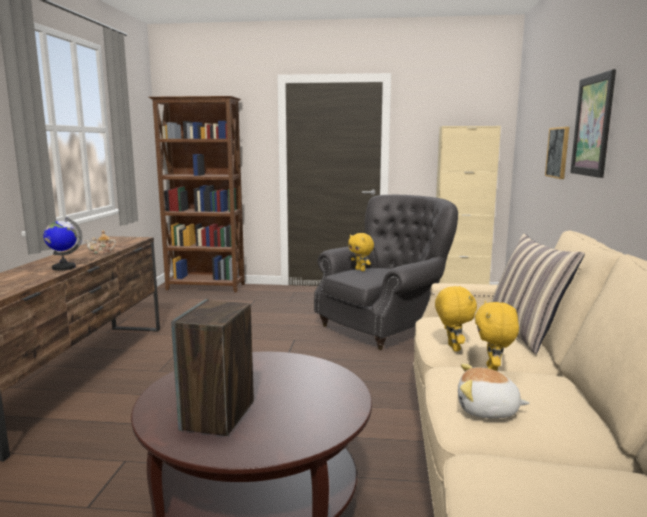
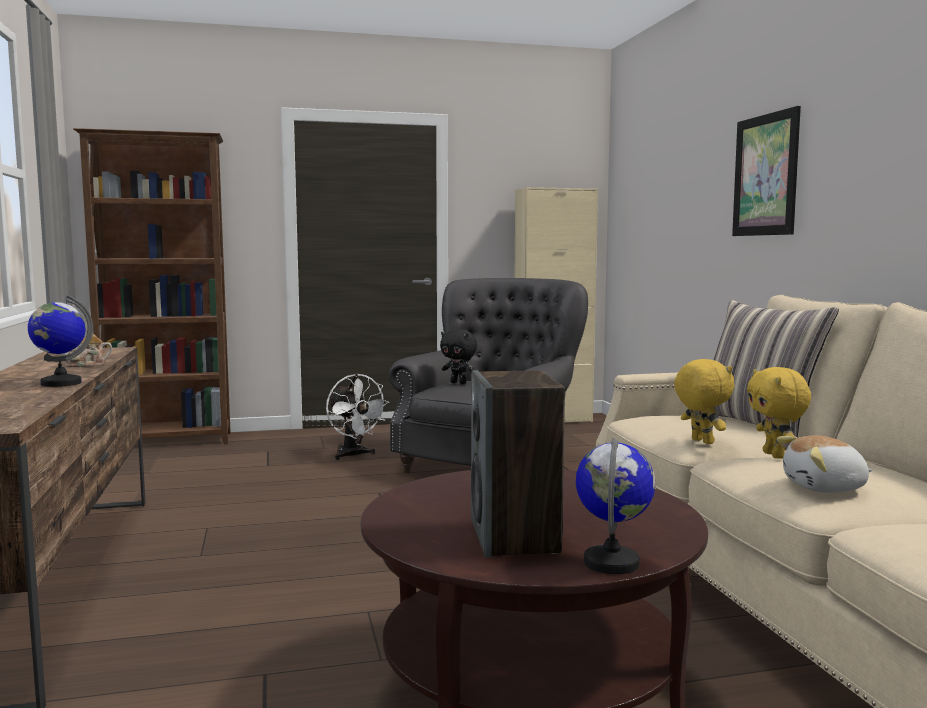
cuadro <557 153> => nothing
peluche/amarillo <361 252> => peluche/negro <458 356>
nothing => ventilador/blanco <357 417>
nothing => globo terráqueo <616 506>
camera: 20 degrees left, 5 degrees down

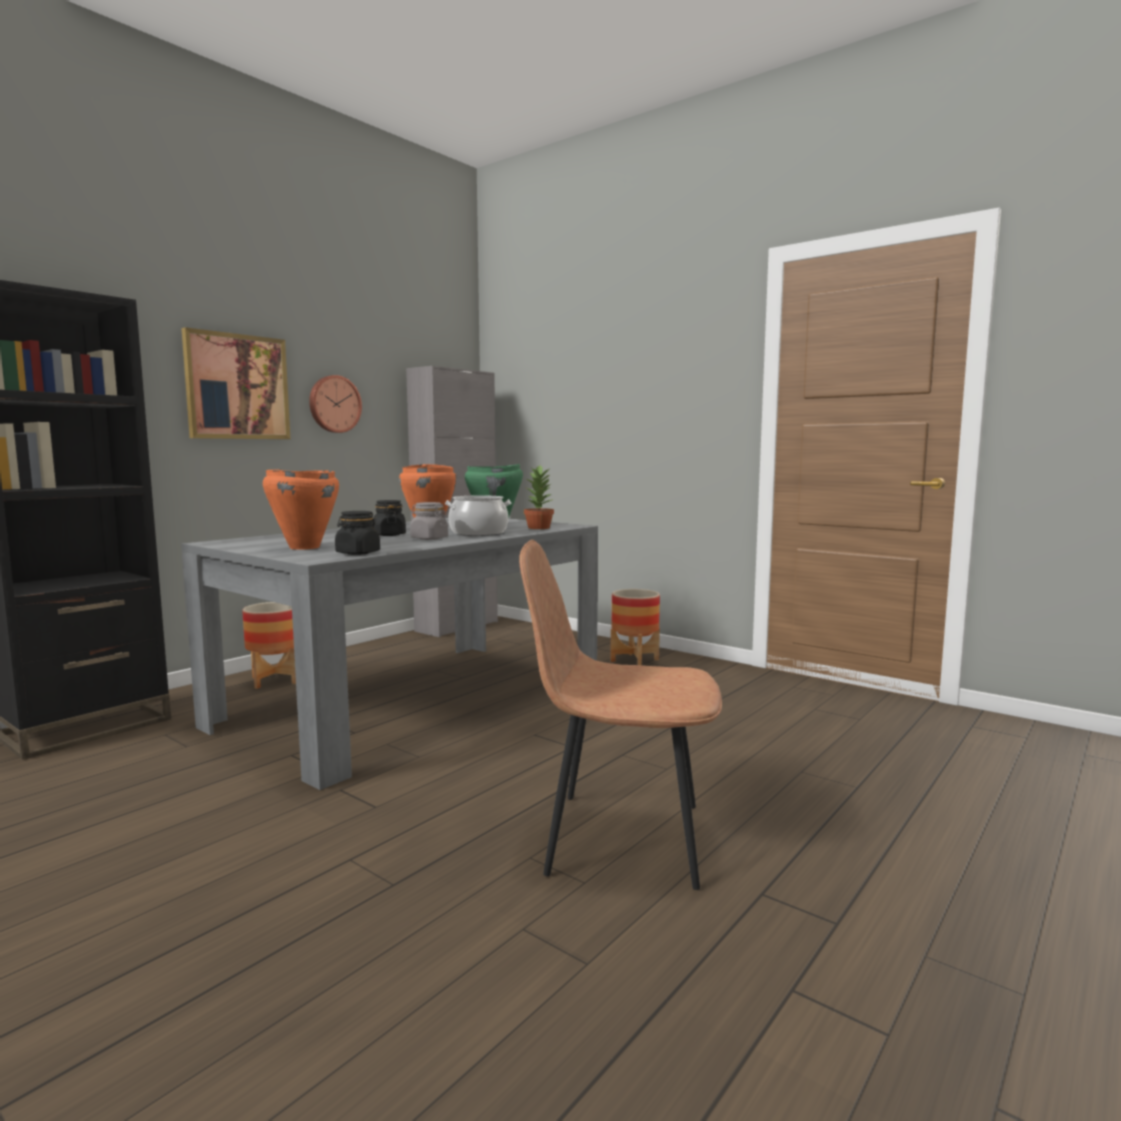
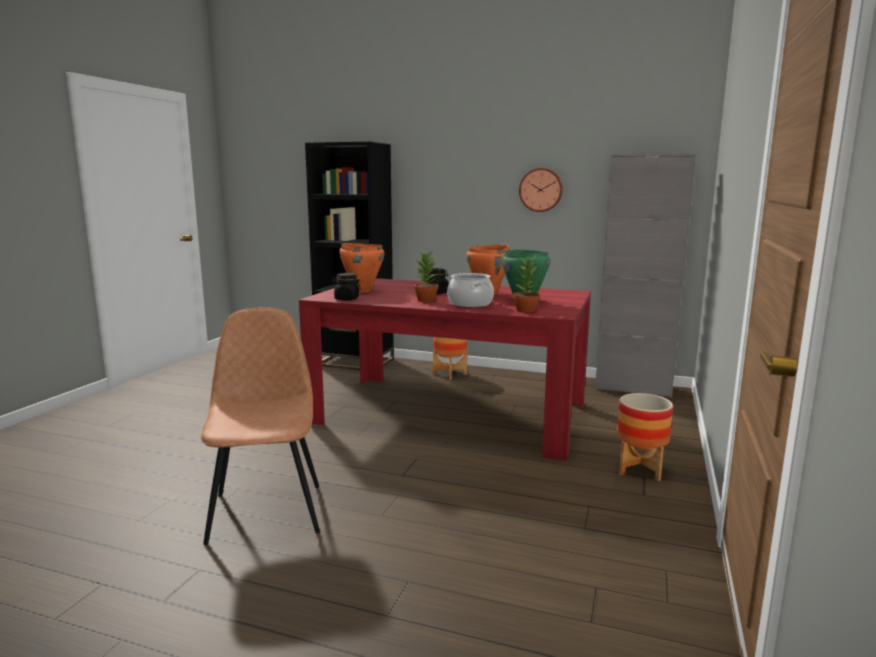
cuadro <235 383> => nothing
tarro/gris <429 521> => planta en maceta <426 276>
mesa de comedor/gris <389 654> => mesa de comedor/rojo <445 369>
camera: 70 degrees right, 5 degrees up

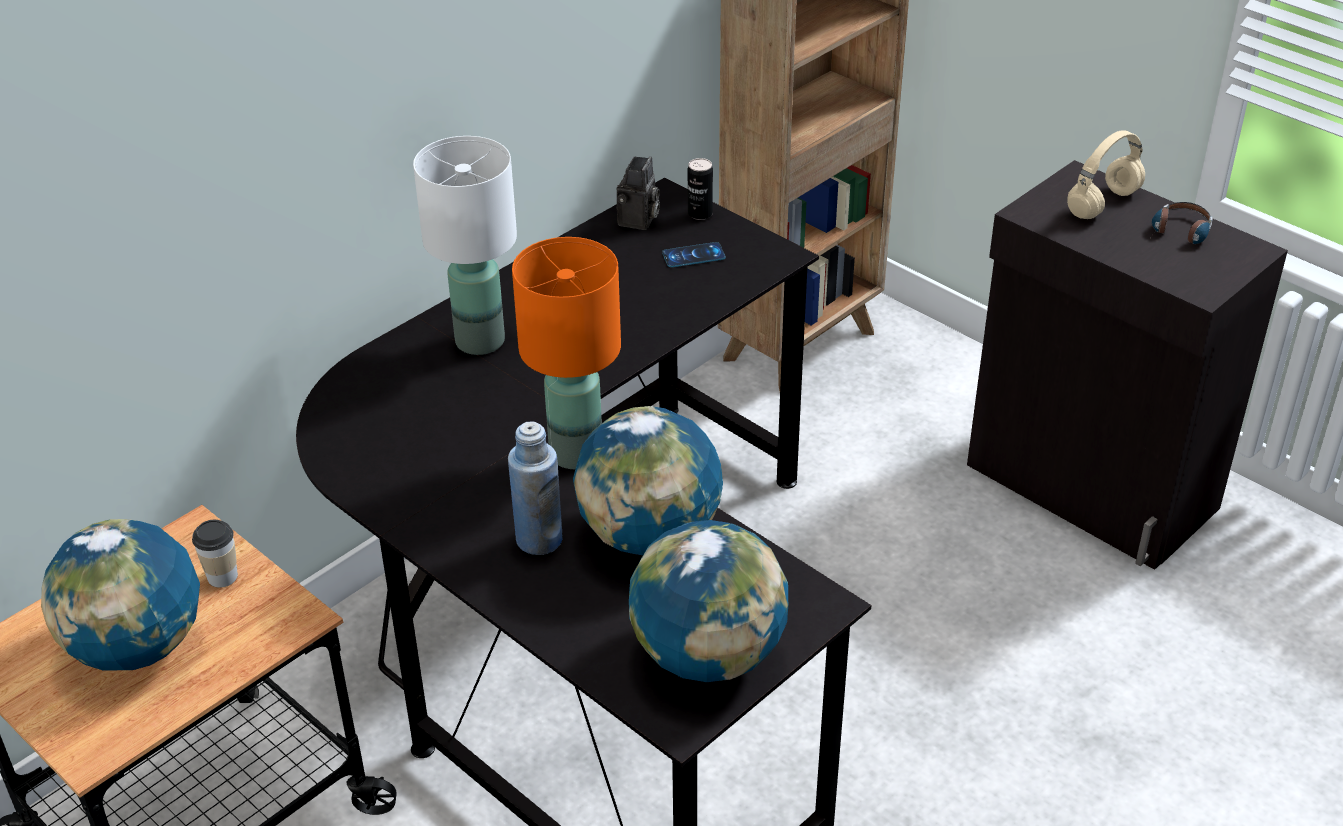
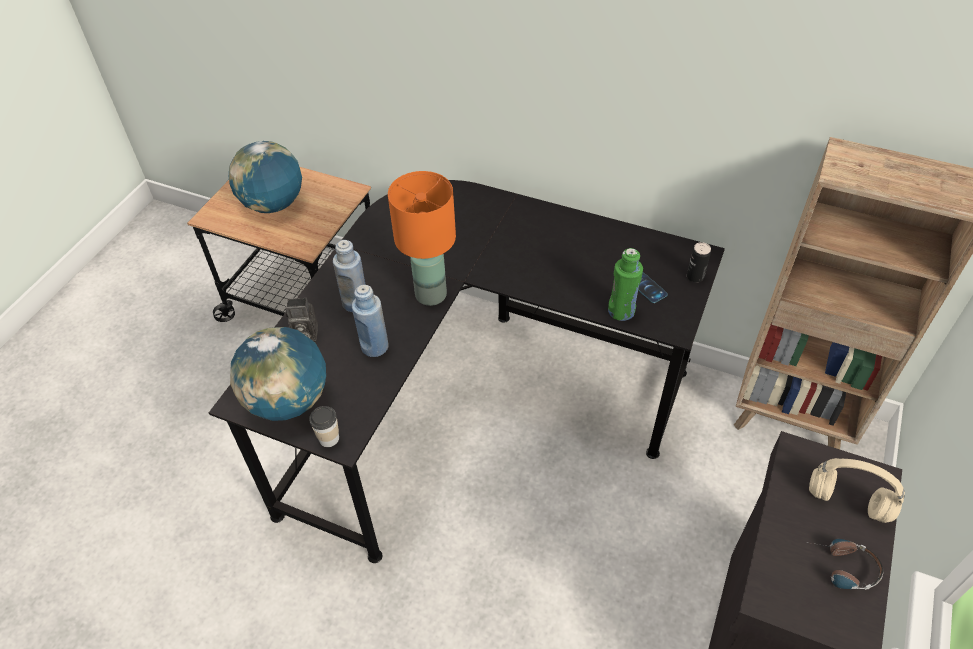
lámpara de mesa/blanco <465 245> => nothing
cámara <638 193> => cámara <301 319>, relocated
globo terráqueo <648 480> => botella/azul <370 321>
taza <215 554> => taza <324 426>, relocated
nothing => botella/verde <625 284>
camera: 70 degrees right, 10 degrees up

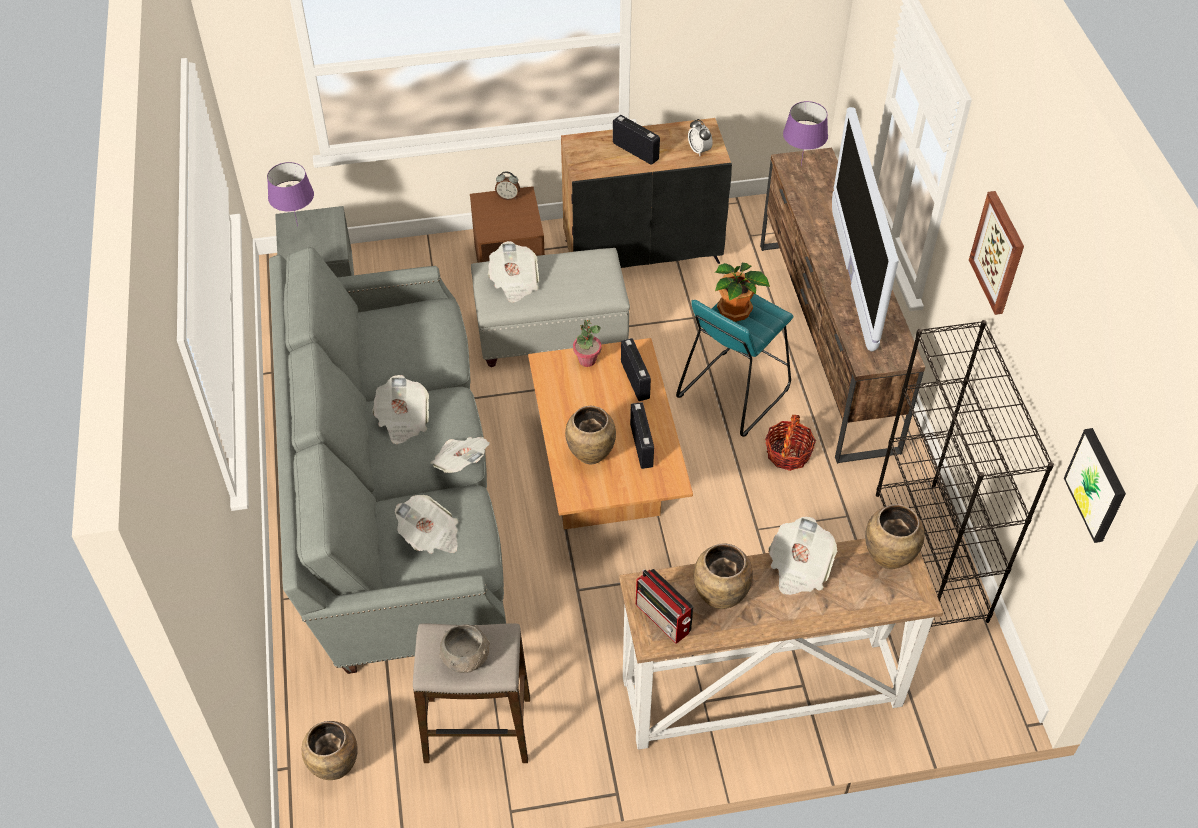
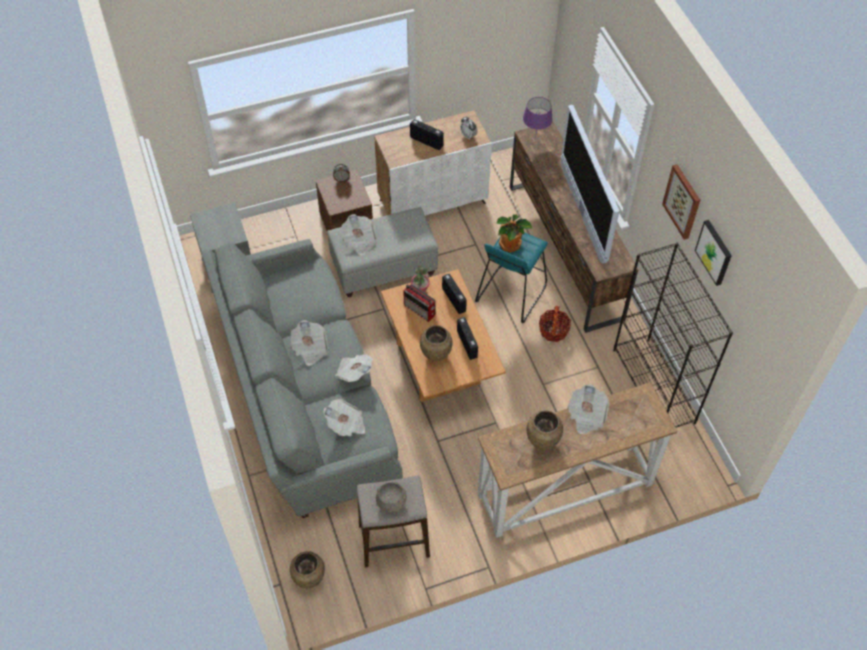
armario/negro <646 193> => armario/blanco <433 163>
lámpara de mesa/morado <290 194> => nothing
cuadro <1095 485> => cuadro <713 253>, relocated
florero/marrón <895 536> => nothing
radio <664 606> => radio <419 303>, relocated
camera: 10 degrees left, 5 degrees up

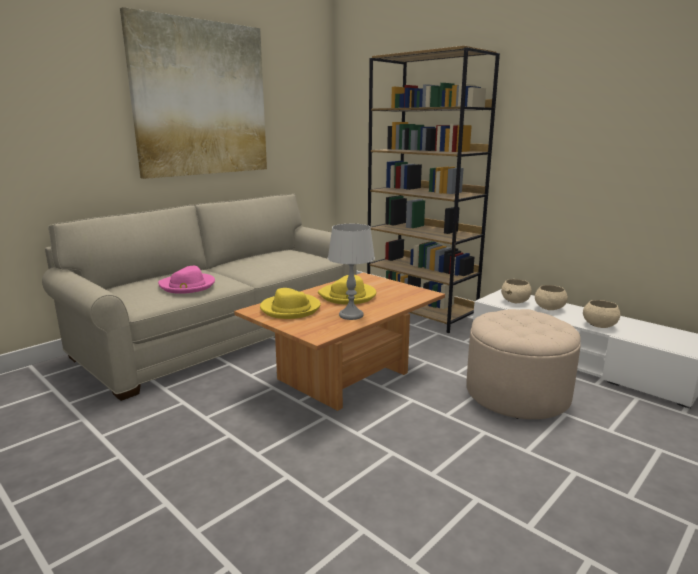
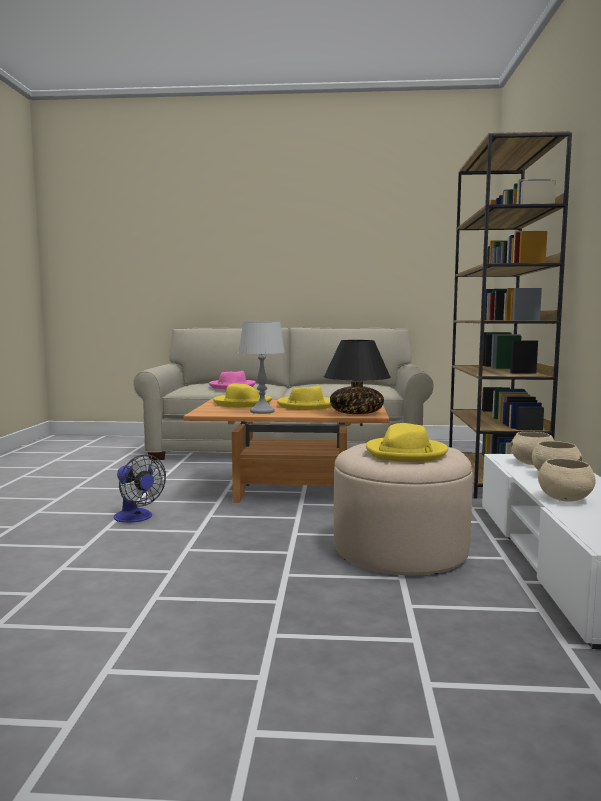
cuadro <193 93> => nothing
nothing => lámpara de mesa/negro <357 377>
nothing => sombrero/amarillo <407 442>
nothing => ventilador <140 488>
camera: 50 degrees right, 10 degrees down

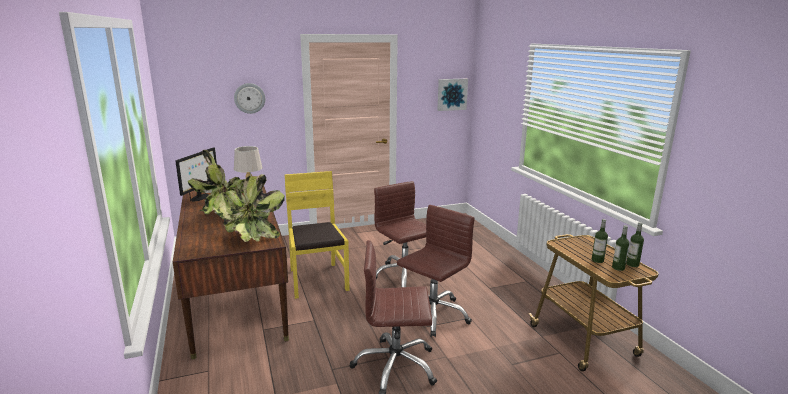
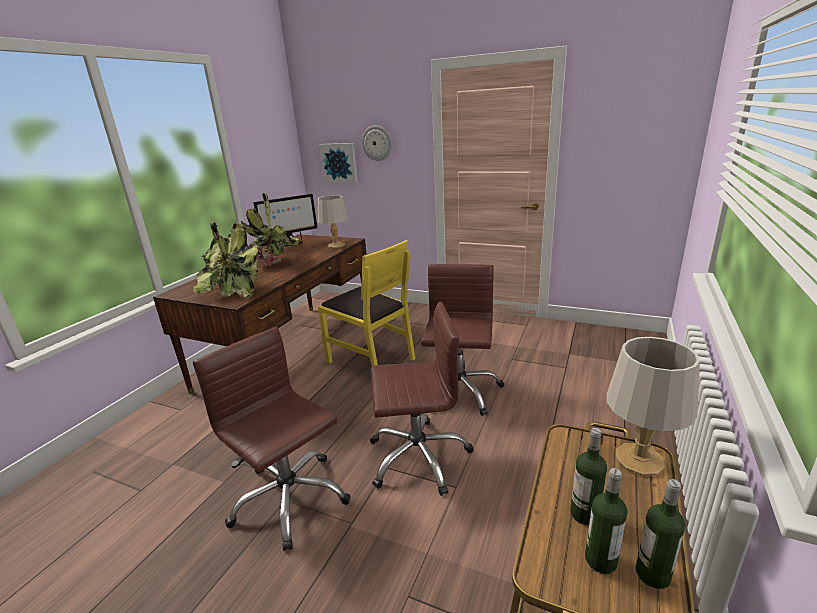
cuadro <452 95> => cuadro <338 163>, relocated
silla/amarillo <317 235> => silla/amarillo <366 303>, 105 degrees clockwise
nothing => lámpara de mesa/gris <653 406>
camera: 45 degrees right, 5 degrees up

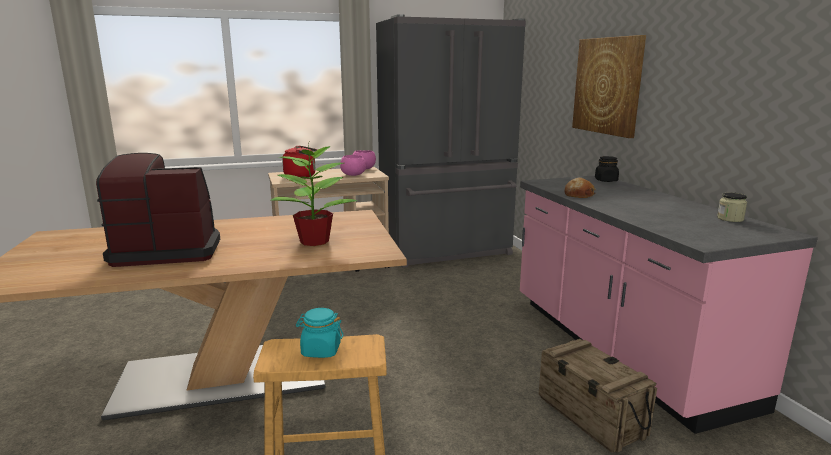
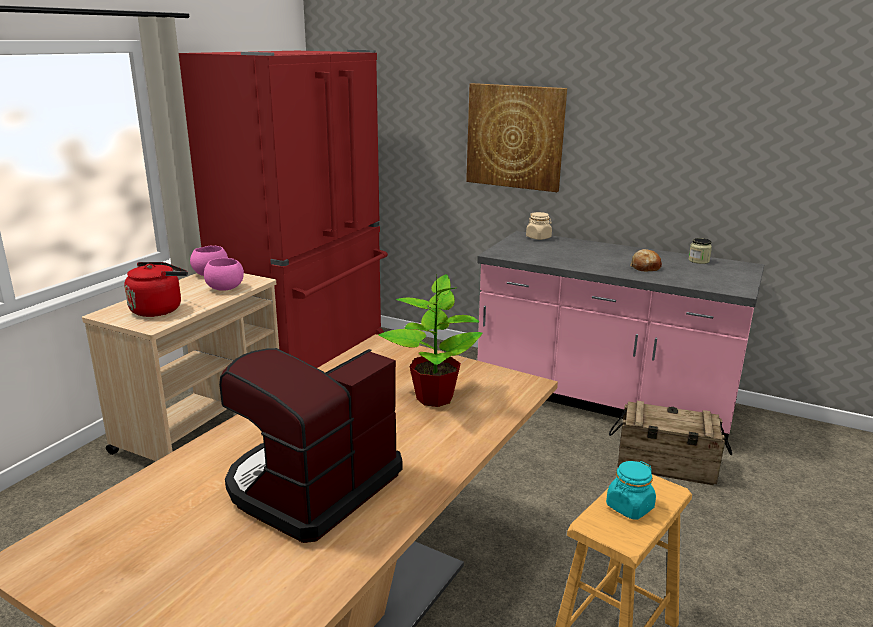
nevera/gris <451 141> => nevera/rojo <283 209>
tarro/negro <607 169> => tarro/beis <539 226>
pan <580 187> => pan <646 260>, relocated
camera: 45 degrees left, 5 degrees up

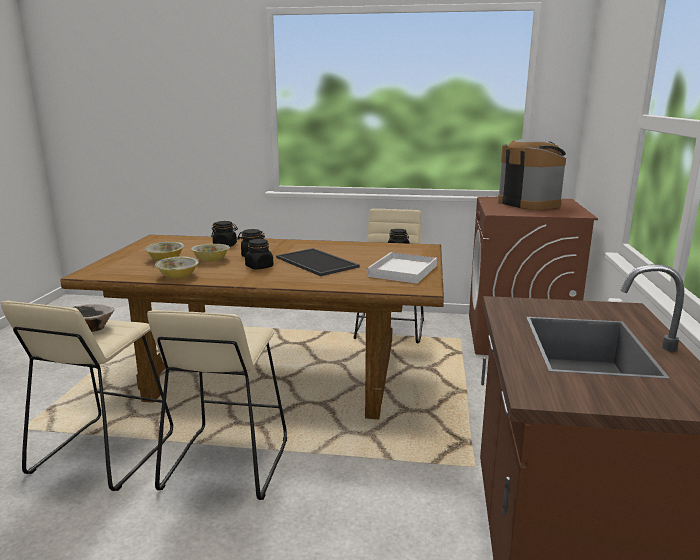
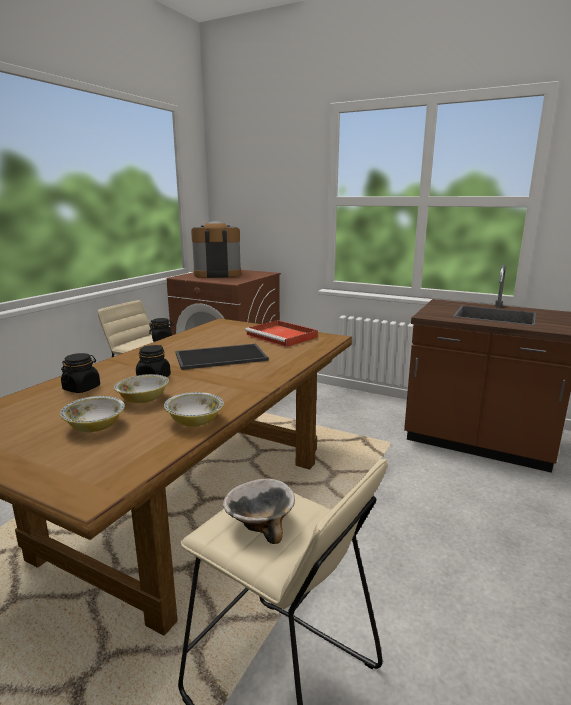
tarro/negro <259 254> => nothing
bandeja/blanco <401 268> => bandeja/rojo <281 333>
taburete/beis <217 405> => nothing
camera: 70 degrees left, 0 degrees up

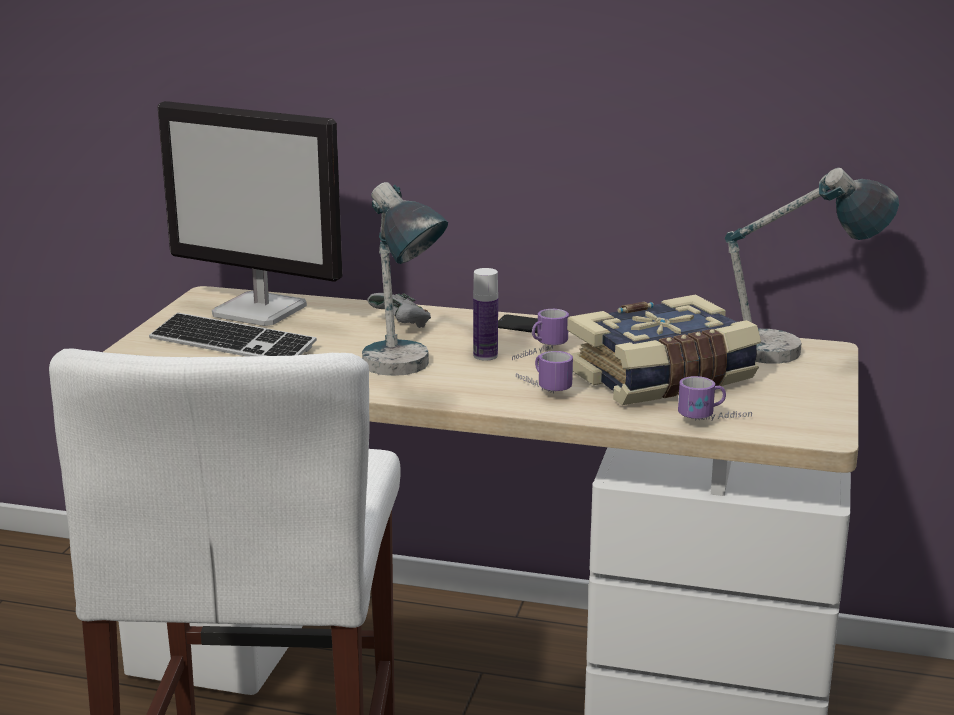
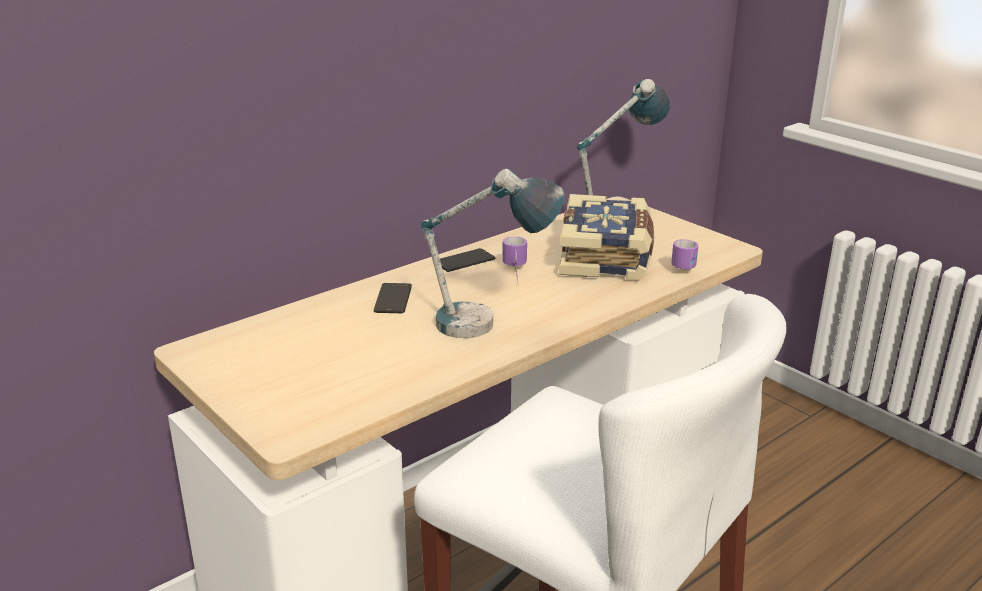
monitor <249 213> => nothing
botella <485 314> => nothing
mando de consola/gris <399 310> => móvil <392 298>
teclado <233 334> => nothing
taza grande <544 372> => nothing
camera: 55 degrees left, 5 degrees up

